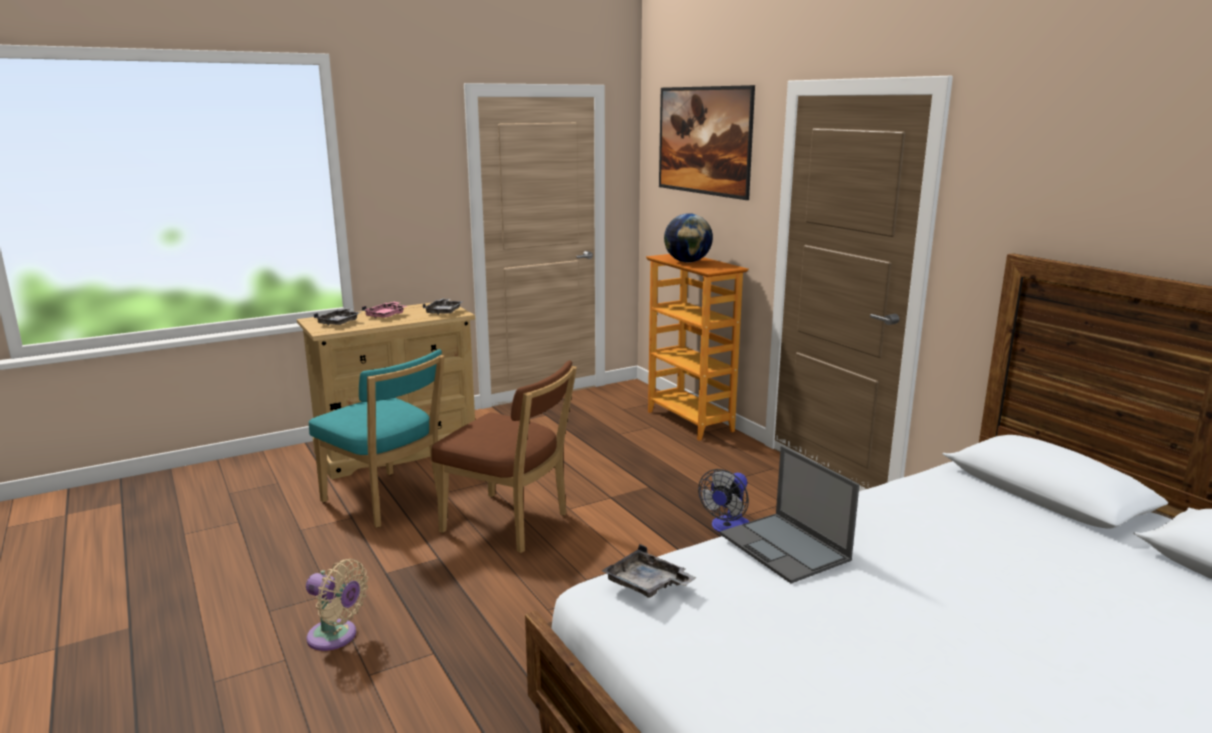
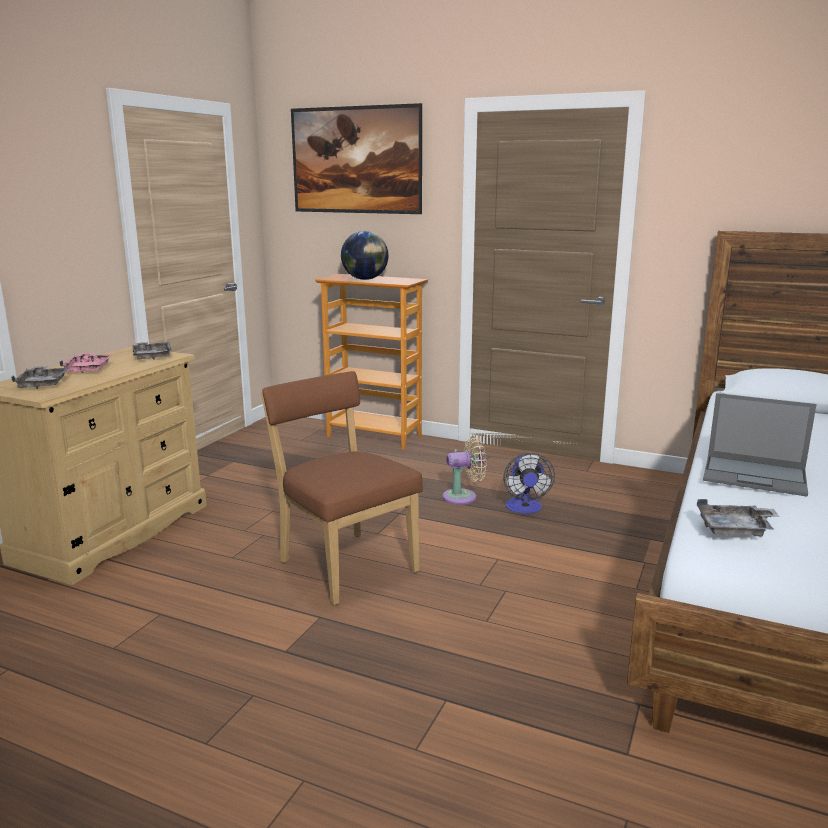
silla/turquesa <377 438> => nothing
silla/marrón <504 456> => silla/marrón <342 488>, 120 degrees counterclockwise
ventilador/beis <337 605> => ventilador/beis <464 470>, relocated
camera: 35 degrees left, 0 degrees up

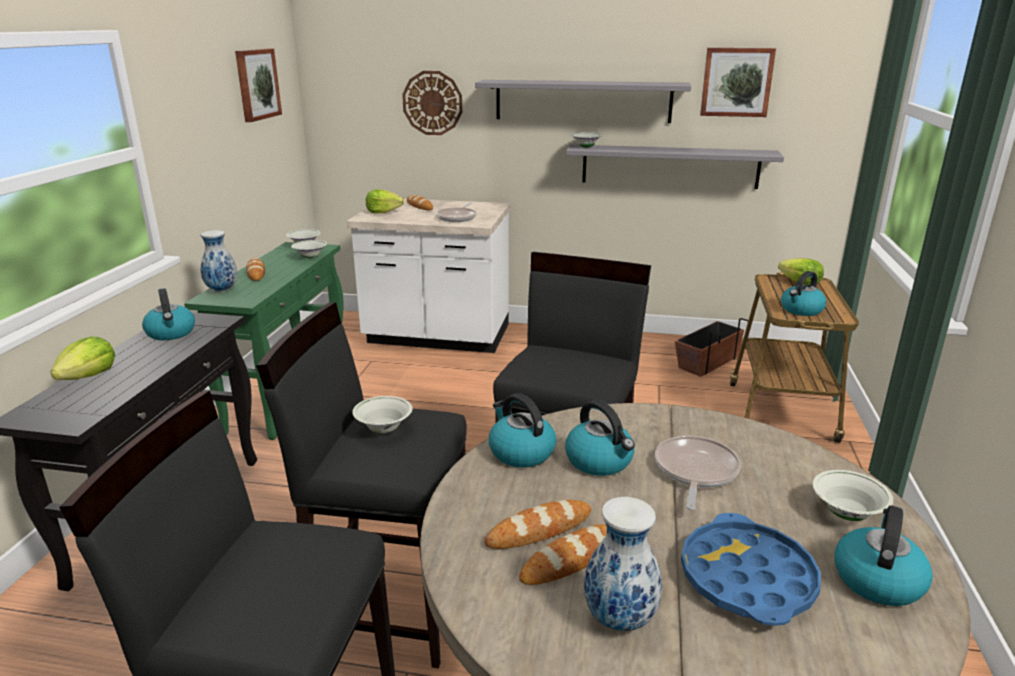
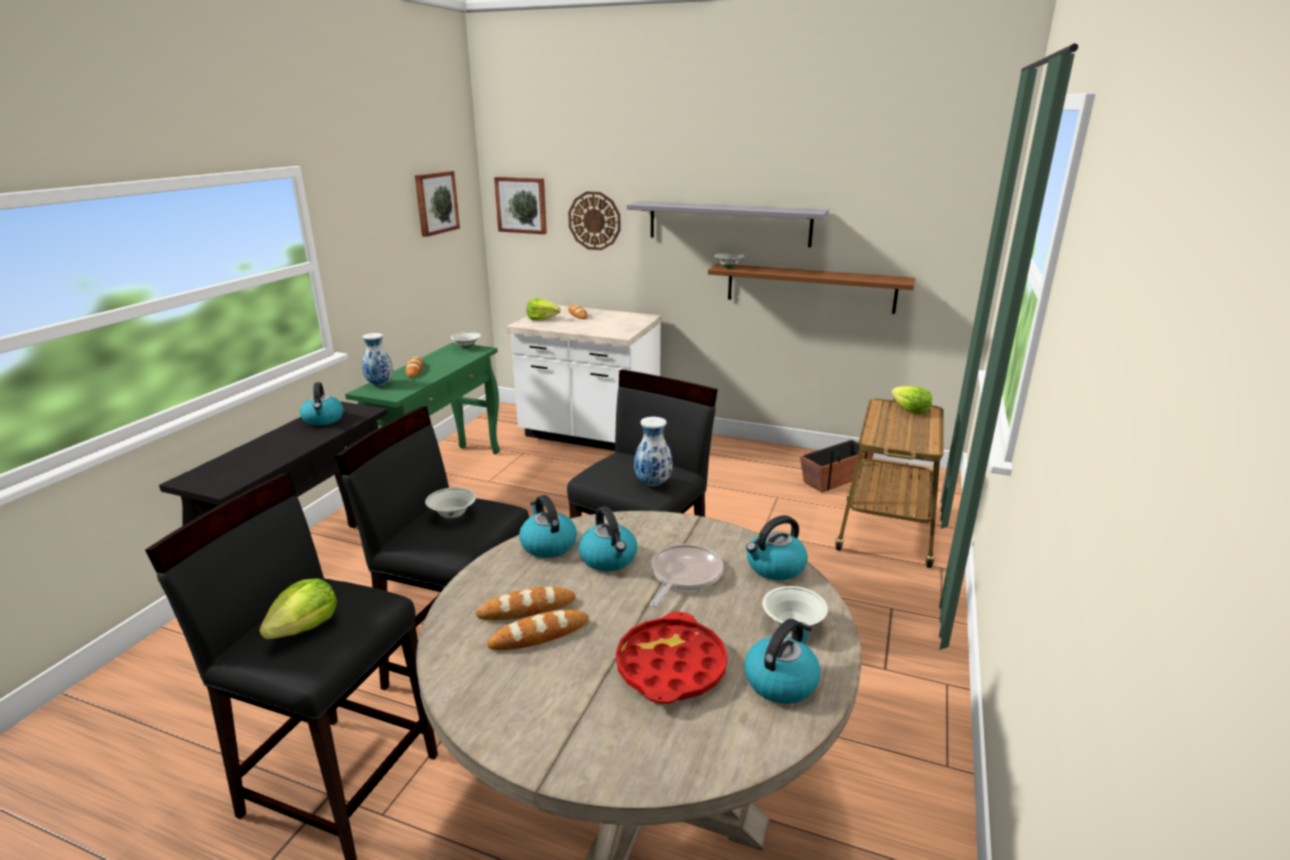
cuadro <738 82> => cuadro <520 205>, relocated
estante/gris <675 167> => estante/marrón <811 289>
sartén <456 212> => nothing
cuenco/blanco <309 249> => nothing
hervidor <804 293> => hervidor <777 547>, relocated
lechuga <82 358> => lechuga <298 608>, relocated
florero <623 564> => florero <653 451>, relocated
bandeja/azul <751 569> => bandeja/rojo <671 658>
camera: 10 degrees right, 0 degrees up

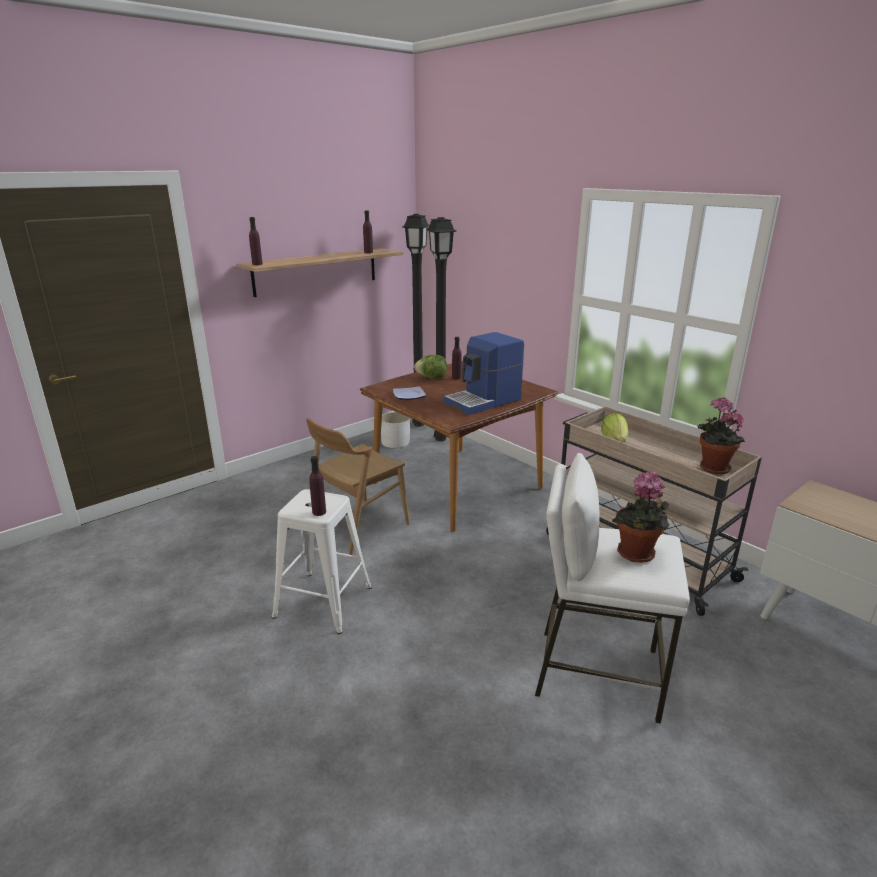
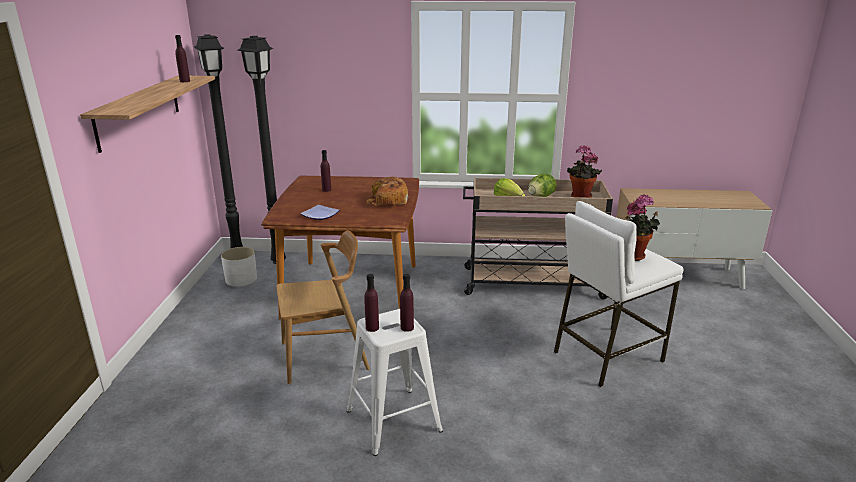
botella/morado <256 241> => botella/morado <371 303>, relocated
cafetera <484 373> => pan <387 191>
lechuga <430 367> => lechuga <542 185>, relocated
silla/marrón <358 486> => silla/marrón <323 307>, 105 degrees counterclockwise
camera: 45 degrees left, 0 degrees up

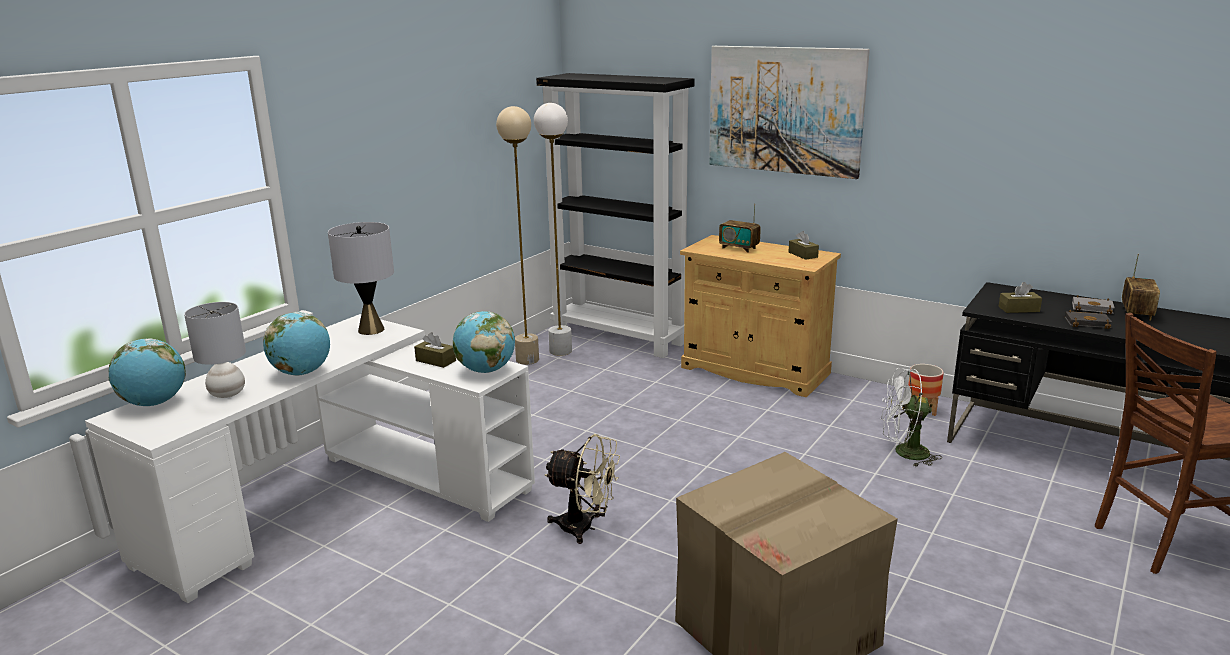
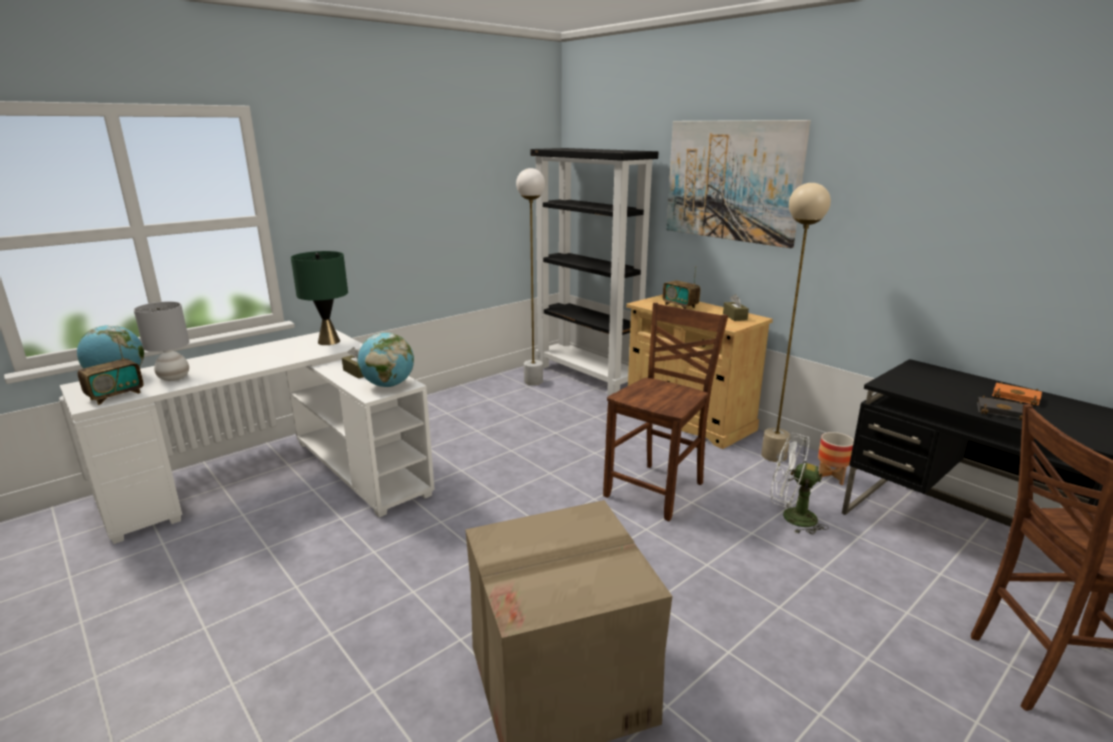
lámpara de pie/beis <517 235> => lámpara de pie/beis <796 322>, relocated
lámpara de mesa/gris <361 278> => lámpara de mesa/verde <319 298>
radio <1141 287> => radio <111 370>, relocated
caja de pañuelos/marrón <1020 297> => nothing
libro/gris <1093 304> => libro/naranja <1017 394>
globo terráqueo <296 344> => nothing
ventilador/beis <582 489> => nothing
nothing => silla/marrón <665 412>
camera: 15 degrees right, 0 degrees up

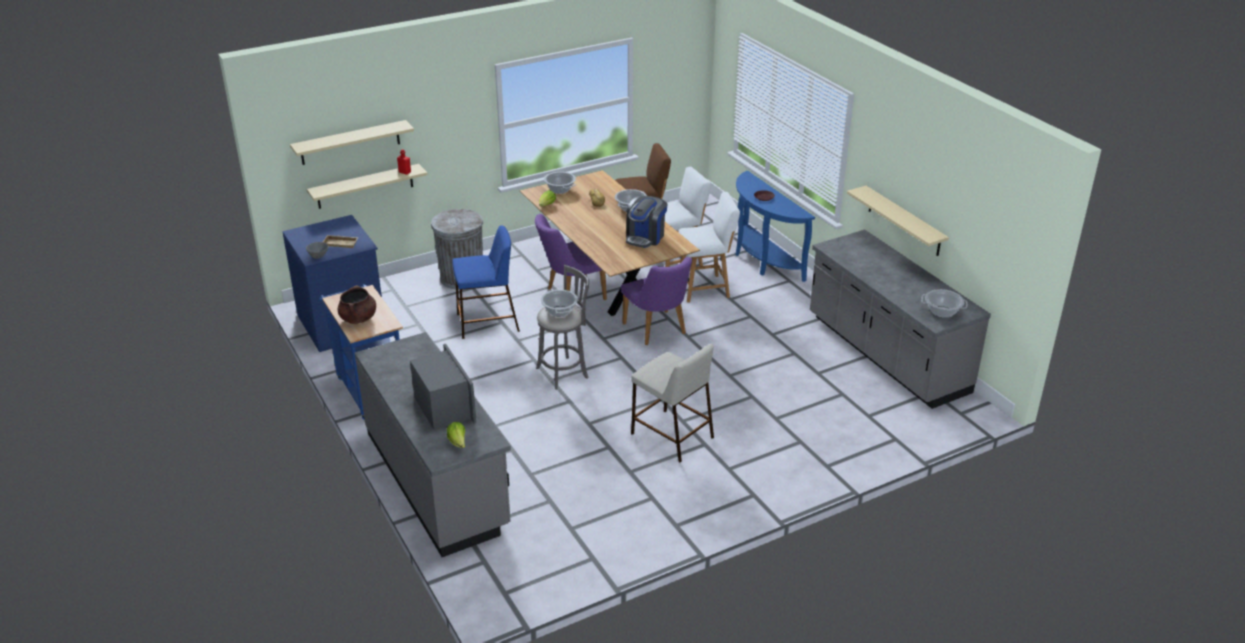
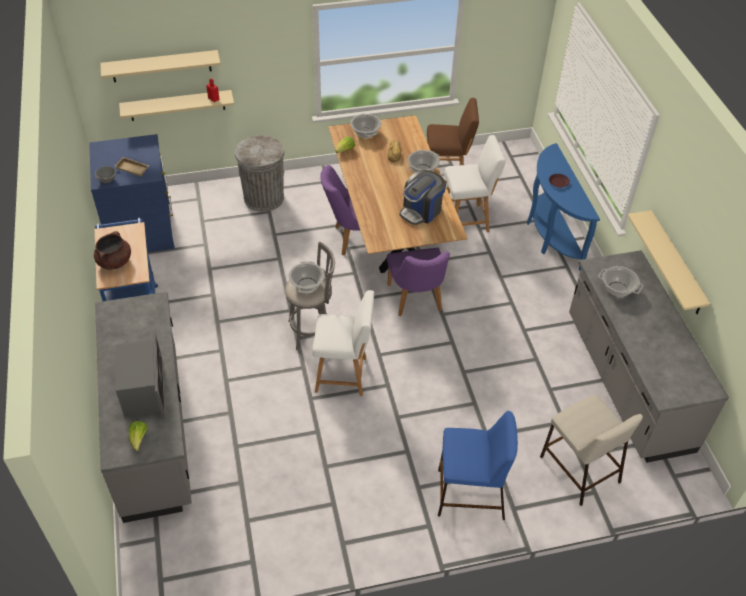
silla/blanco <709 247> => silla/blanco <343 343>, relocated
taburete/azul <486 282> => taburete/azul <478 465>, relocated
olla <944 303> => olla <620 281>, relocated
taburete/beis <672 403> => taburete/beis <591 450>, relocated
camera: 15 degrees right, 15 degrees up

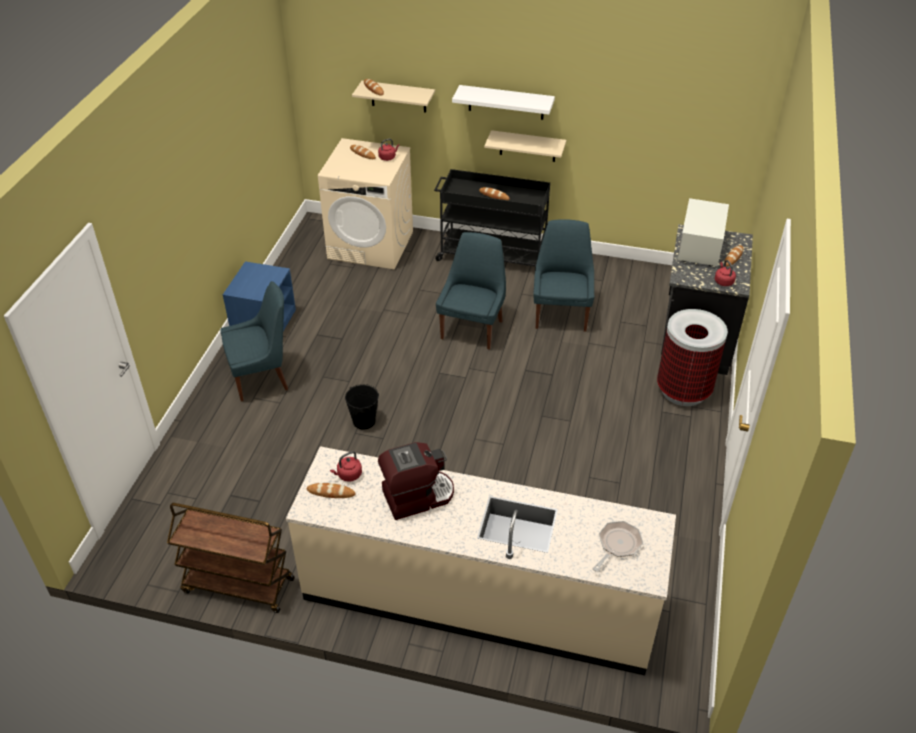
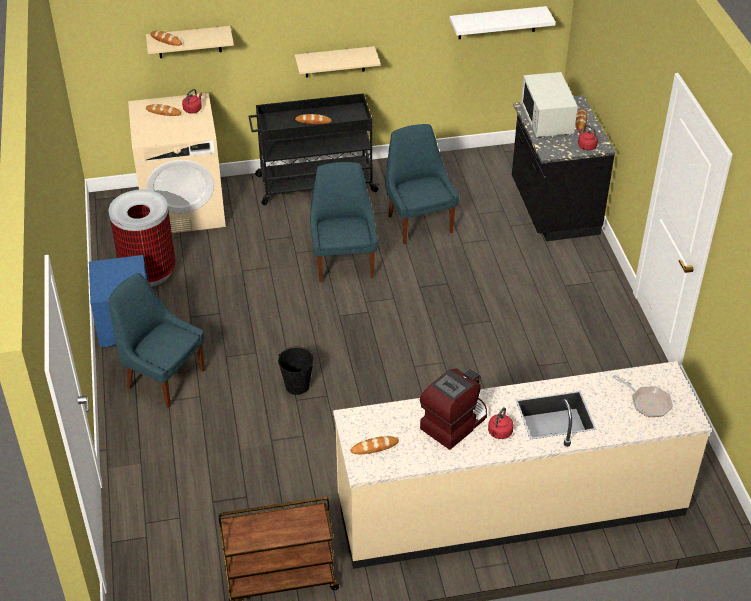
estante/blanco <503 102> => estante/blanco <502 22>, relocated
silla/azul <254 341> => silla/azul <156 340>, 105 degrees counterclockwise
papelera <692 357> => papelera <142 238>, relocated
hervidor/rojo <346 466> => hervidor/rojo <500 423>, relocated
sartén <618 546> => sartén <642 396>, 120 degrees clockwise
camera: 25 degrees left, 0 degrees up

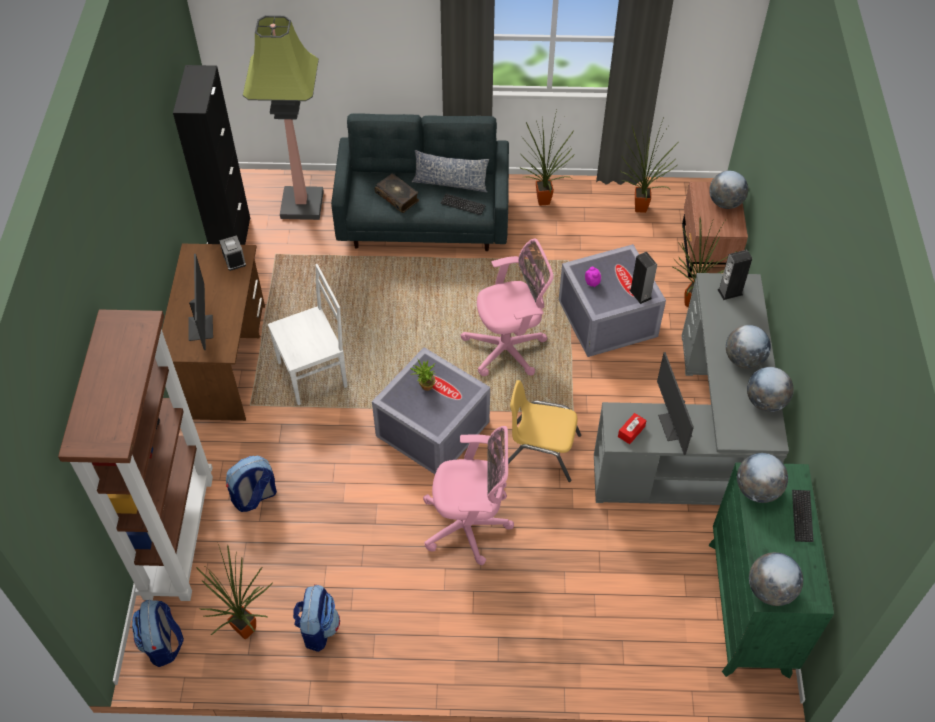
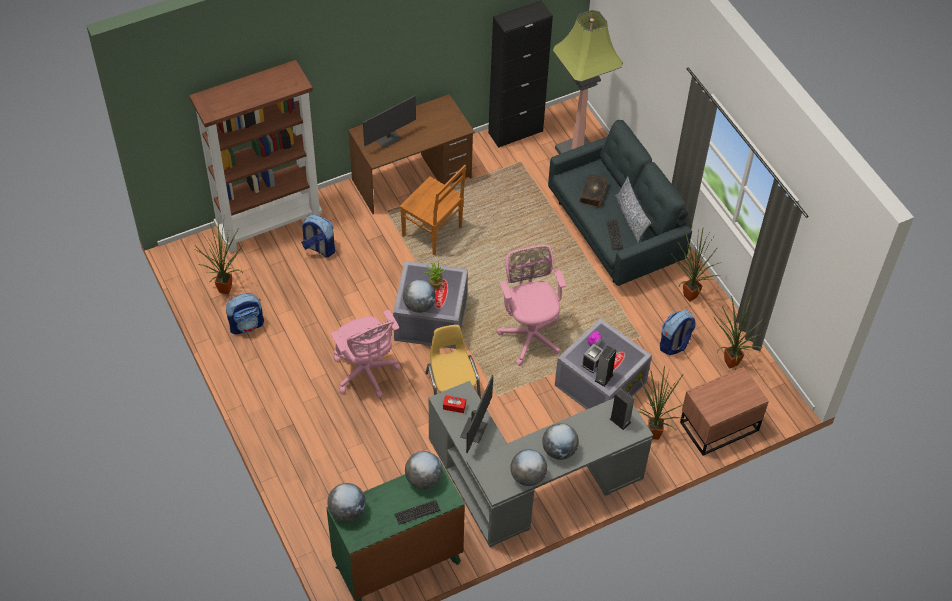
globo terráqueo <728 190> => globo terráqueo <419 296>, relocated
despertador <232 253> => despertador <593 358>, relocated
silla de oficina/rosa <507 307> => silla de oficina/rosa <531 305>, 150 degrees counterclockwise
silla/blanco <307 334> => silla/marrón <433 210>
monitor <675 403> => monitor <476 414>, 150 degrees clockwise
mochila <158 633> => mochila <678 332>, relocated
camera: 60 degrees right, 0 degrees up

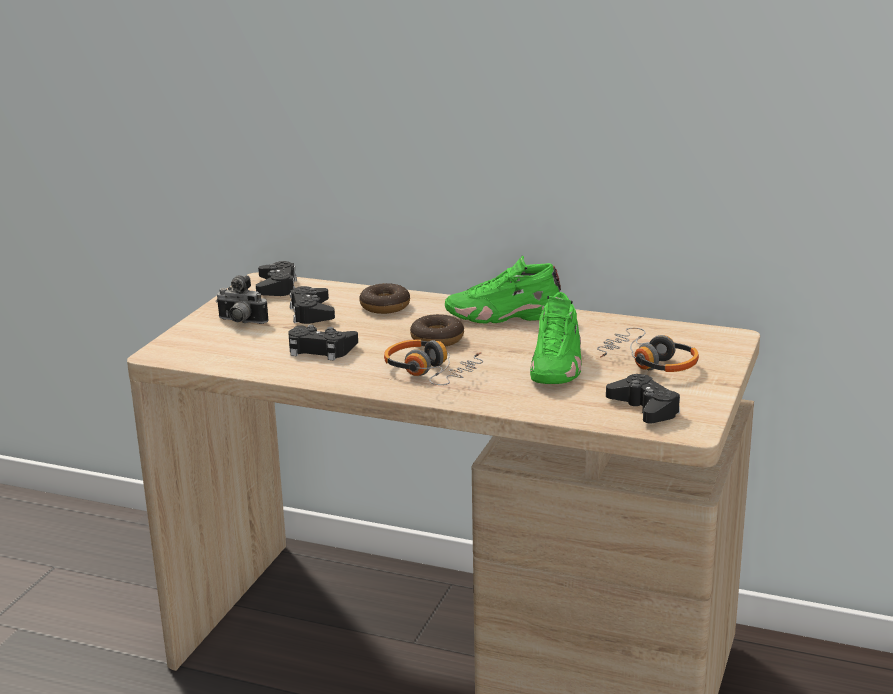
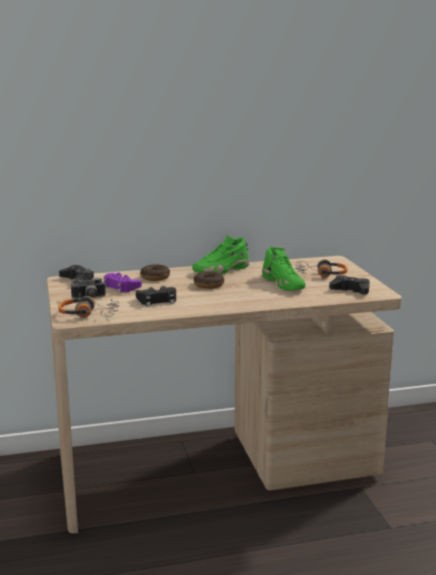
mando de consola/negro <312 305> => mando de consola/morado <122 283>
auriculares <433 362> => auriculares <89 306>, relocated
camera: 35 degrees left, 5 degrees down

